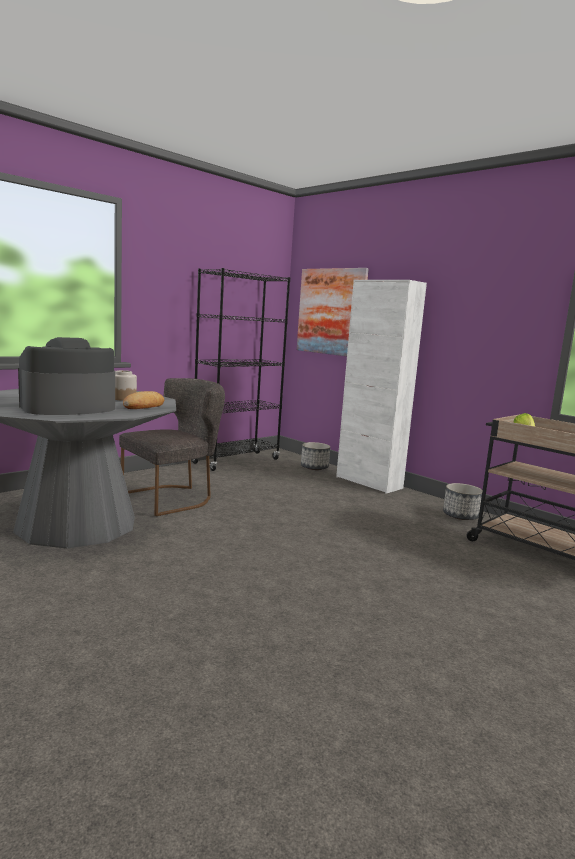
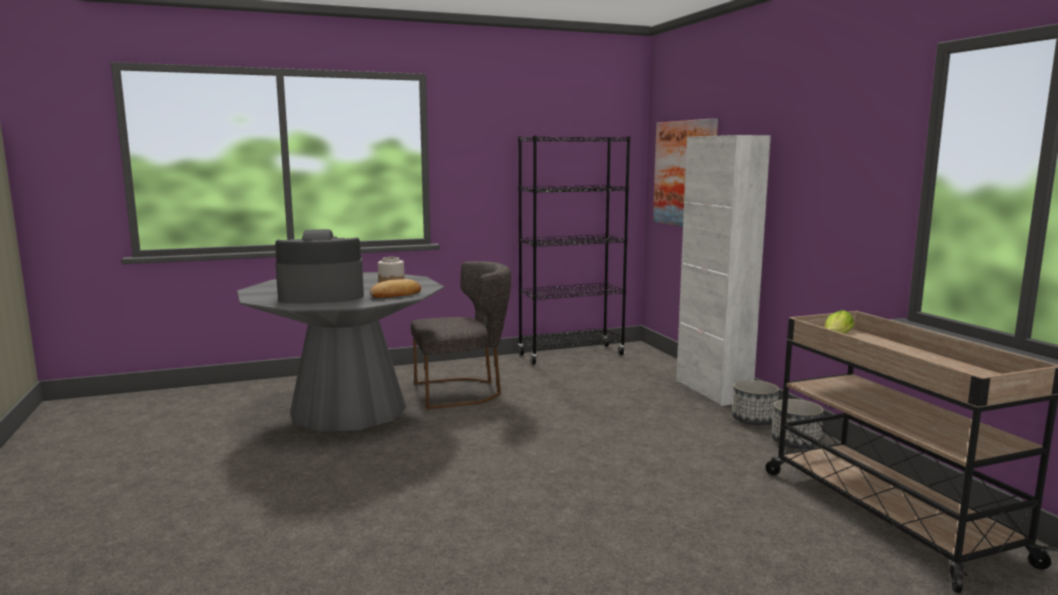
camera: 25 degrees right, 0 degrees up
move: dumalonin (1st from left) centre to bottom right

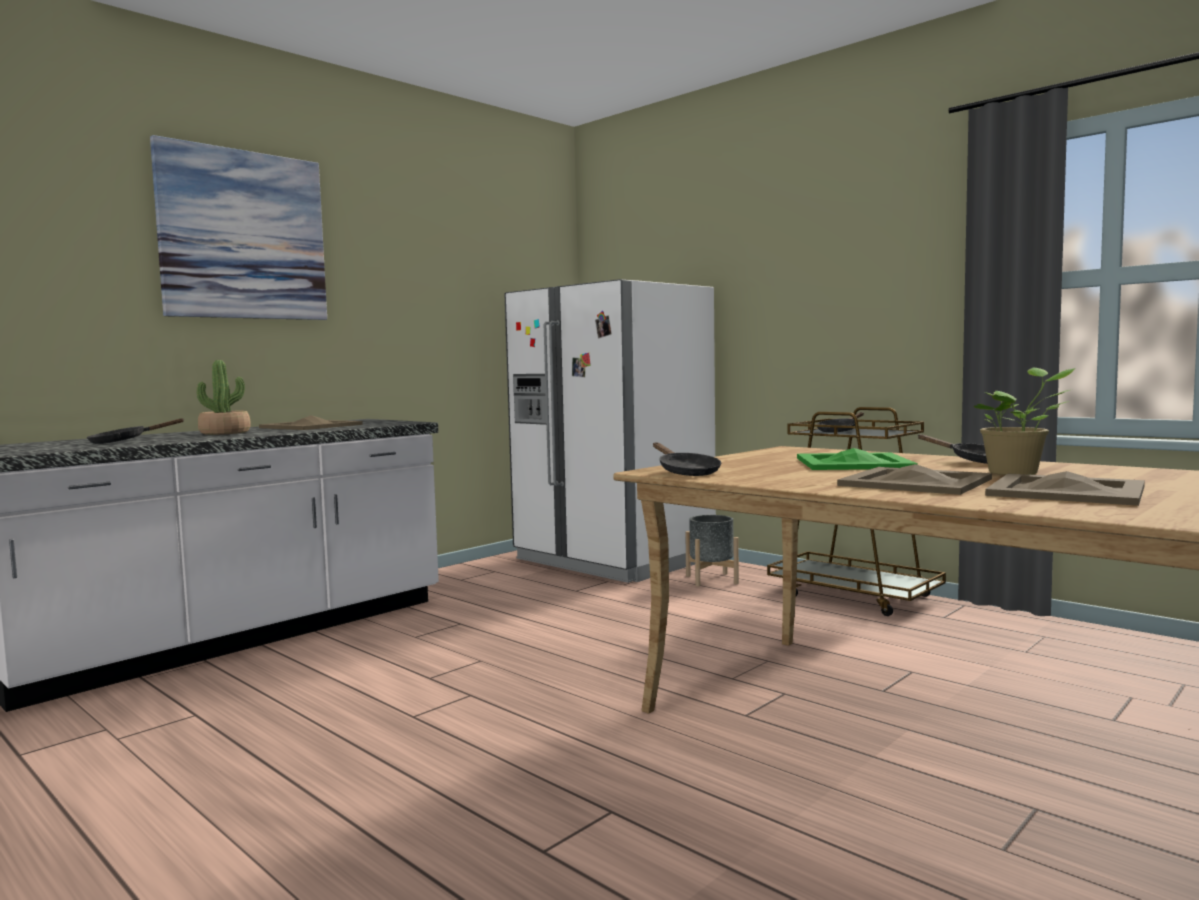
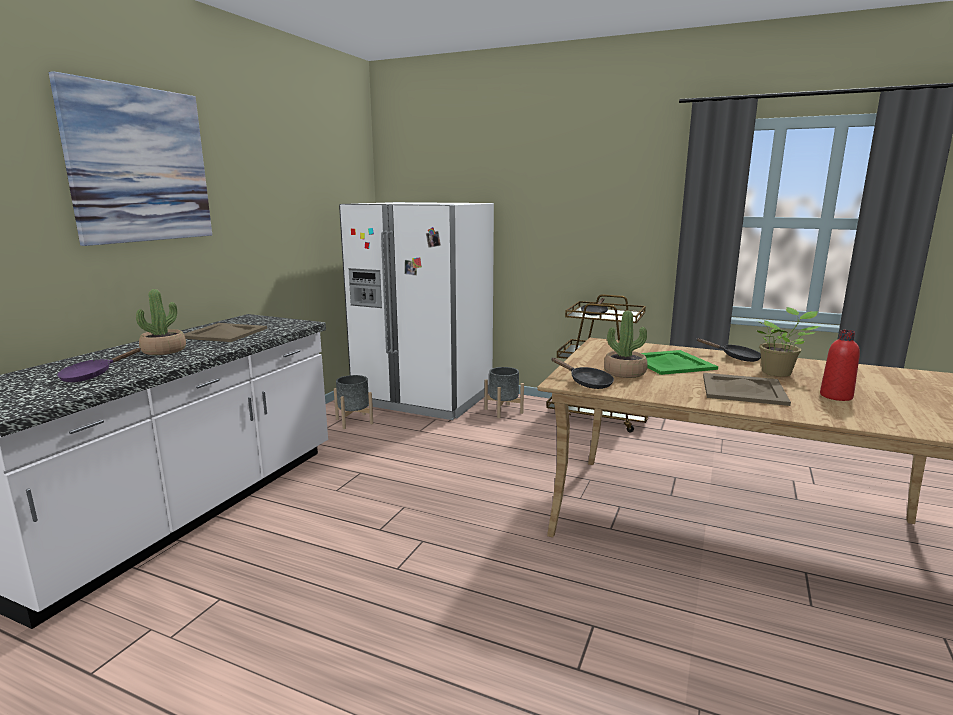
camera: 20 degrees left, 10 degrees up
insert: grey_dumalonin (1st from left) centre; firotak (2nd from left) centre
replace: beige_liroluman (3rd from left) middle right to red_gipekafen middle right
recolor: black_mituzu (1st from left) middle left to purple_mituzu middle left

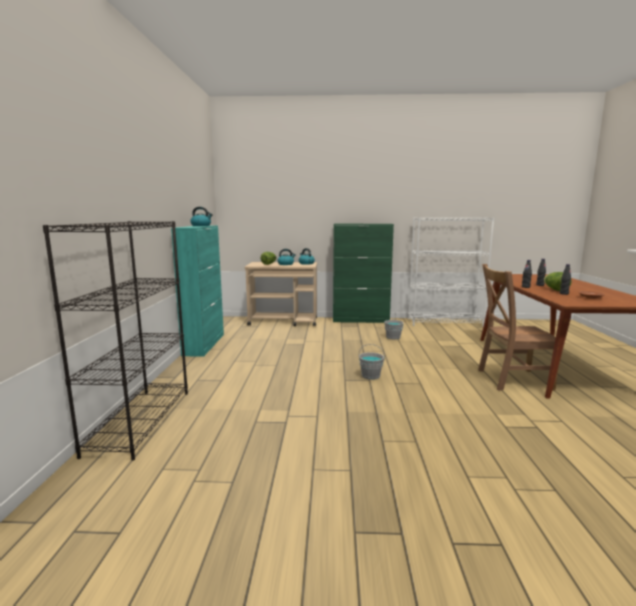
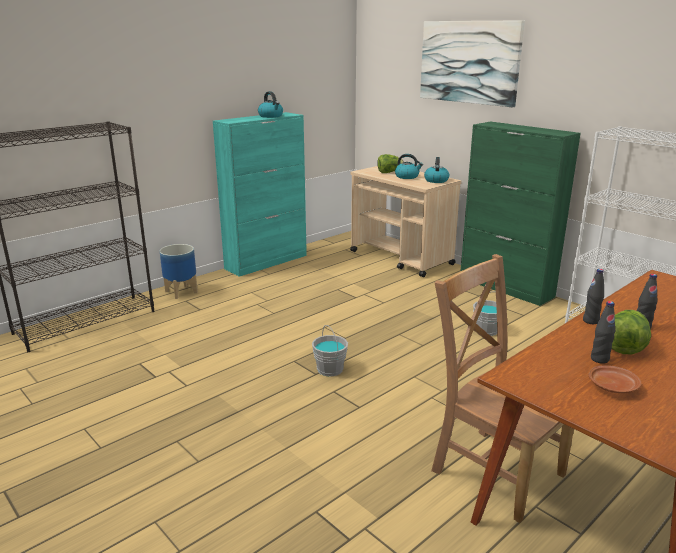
camera: 45 degrees right, 10 degrees up
insert: dumalonin middle left; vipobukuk top right

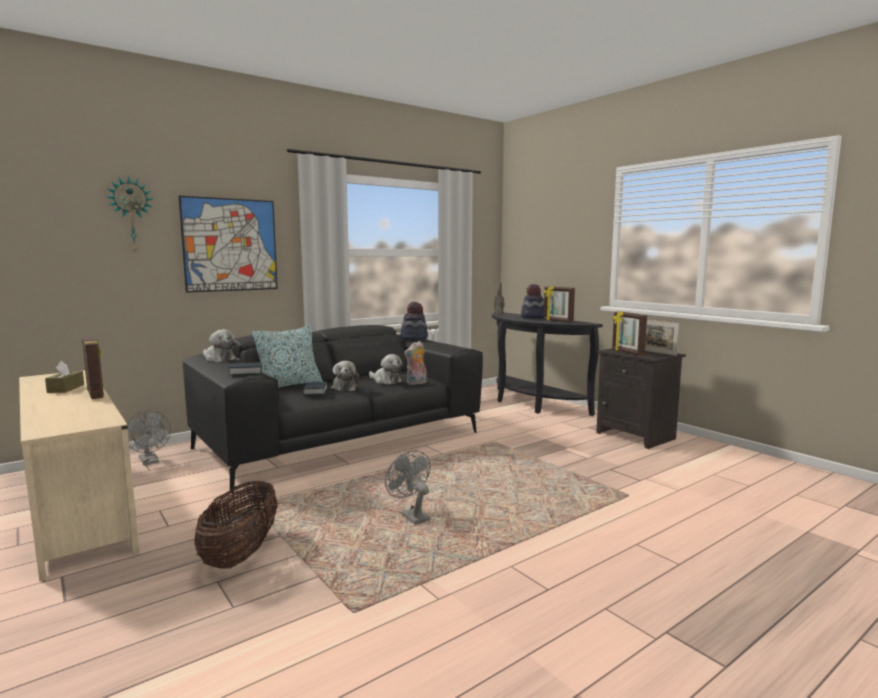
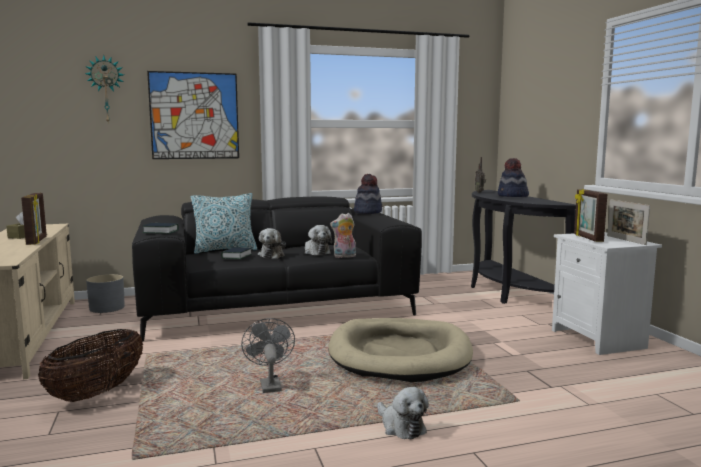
camera: 20 degrees right, 0 degrees up
delete: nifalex (2nd from left) centre
insert: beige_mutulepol bottom centre
move: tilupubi (1st from left in the first image) middle left to tilupubi (4th from left) bottom centre
replace: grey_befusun (1st from left) middle left to grey_dumalonin middle left
recolor: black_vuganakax middle right to white_vuganakax middle right

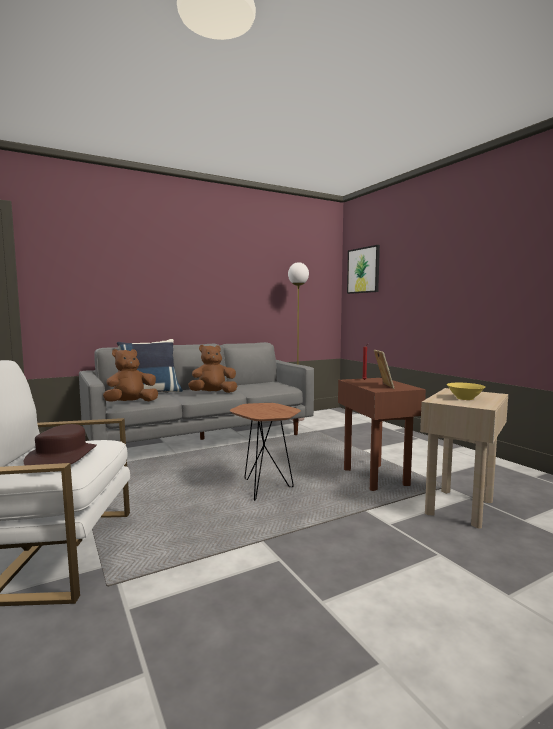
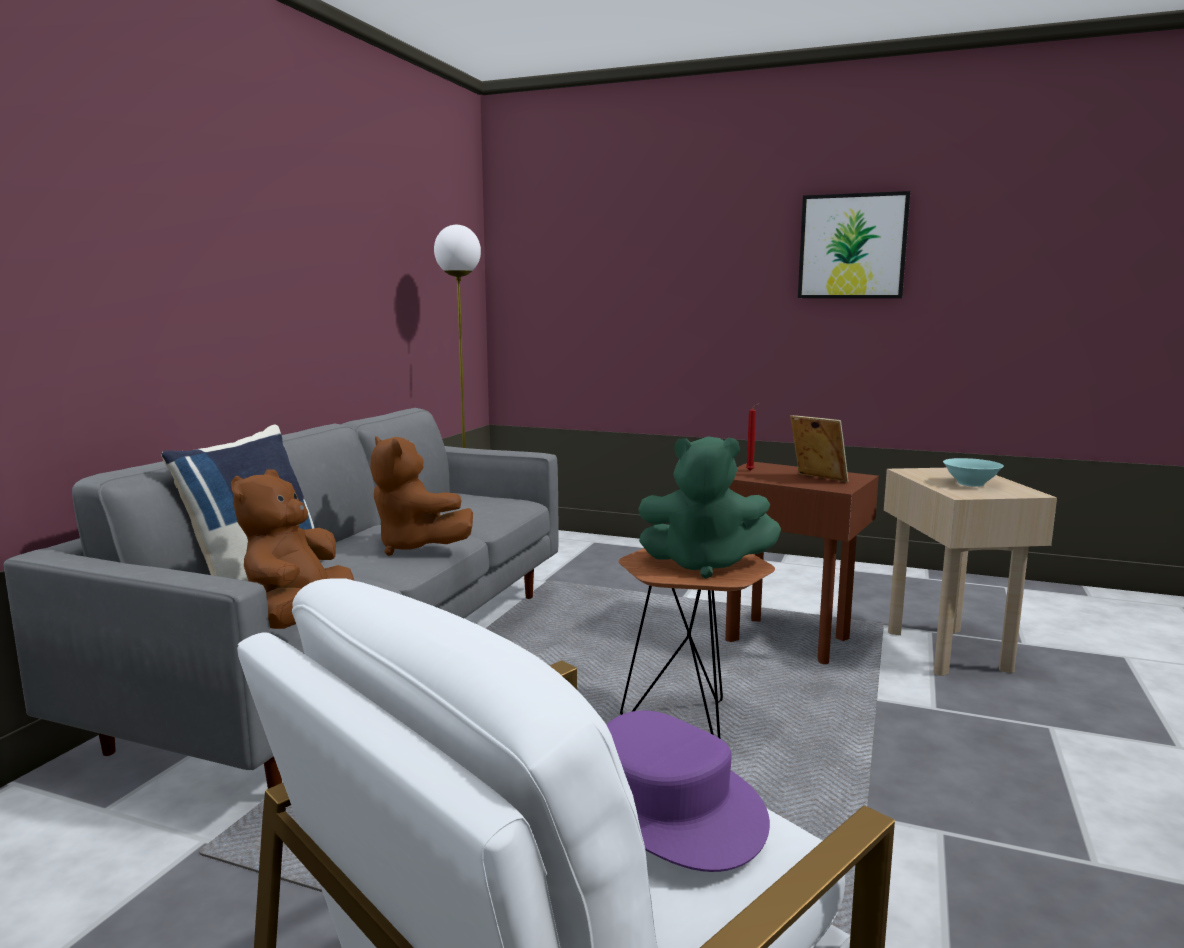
camera: 40 degrees left, 5 degrees up
insert: green_tilupubi centre
move: vipobukuk centre to top right
recolor: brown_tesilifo middle left to purple_tesilifo bottom centre; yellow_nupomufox middle right to turquoise_nupomufox middle right
rotate: brown_tilupubi (2nd from left) centre = centre 75 degrees counterclockwise

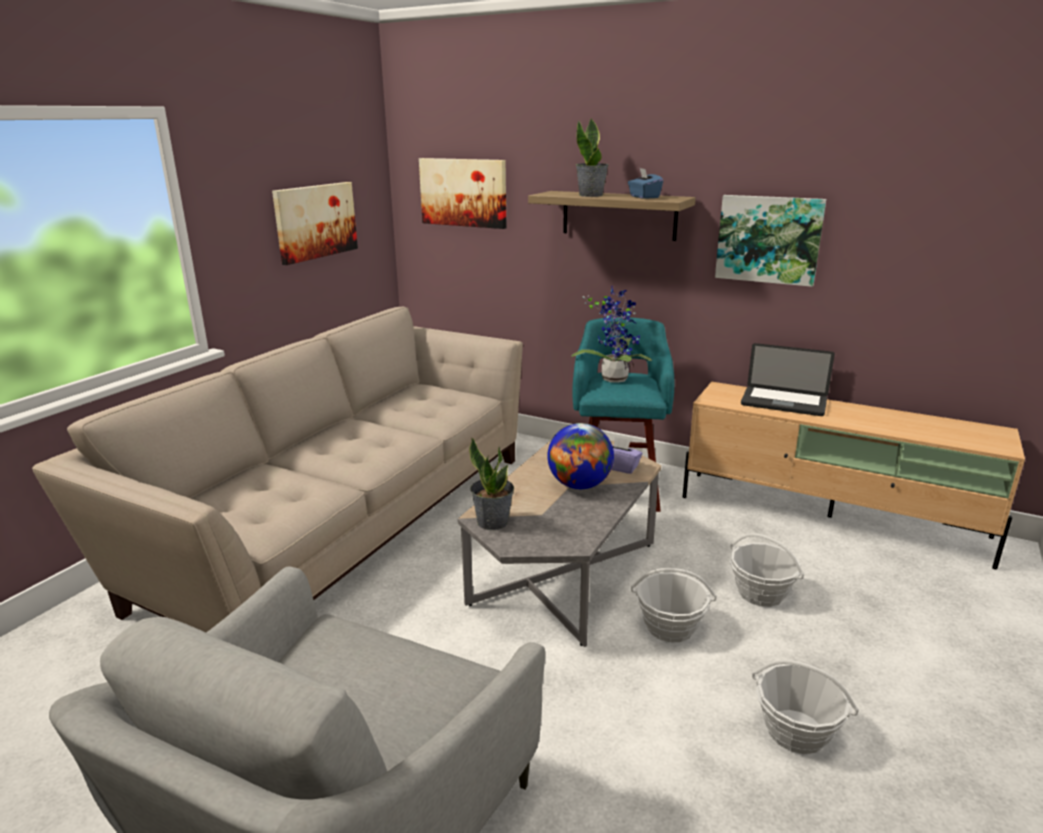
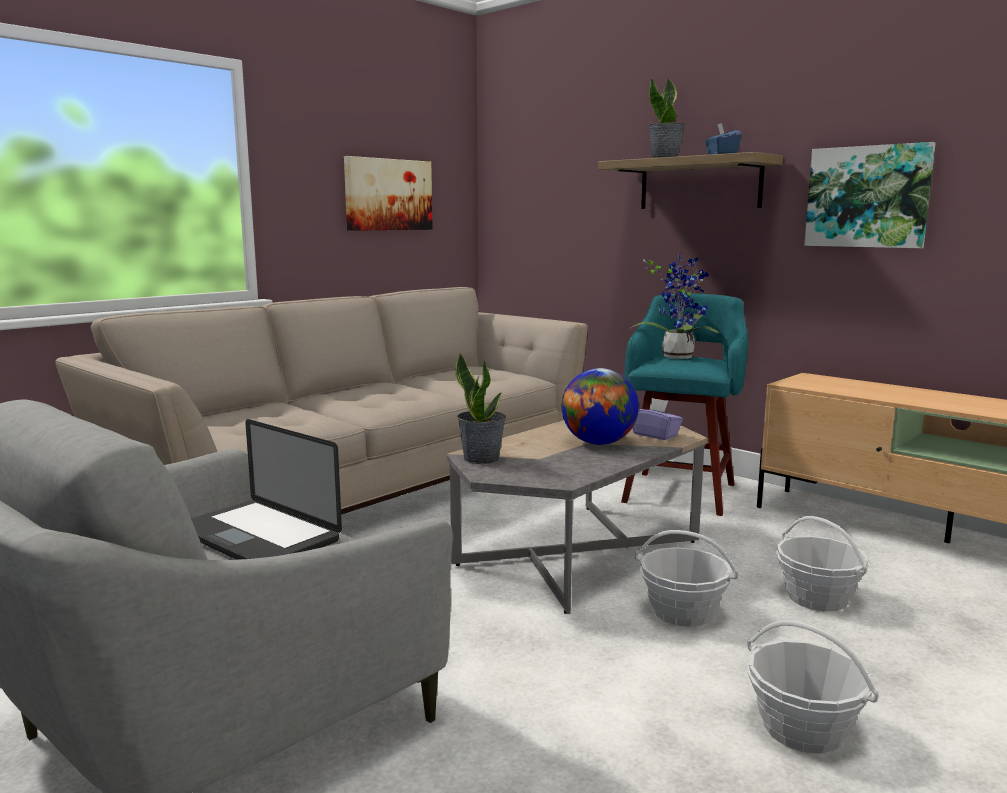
camera: 15 degrees right, 10 degrees down
delete: vipobukuk (2nd from left) top centre
move: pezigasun middle right to middle left

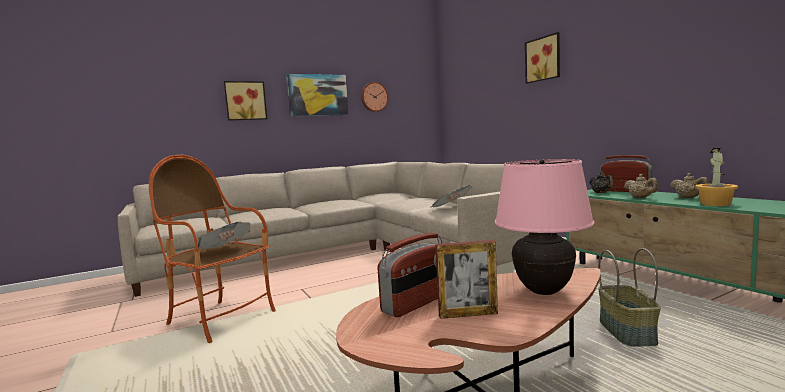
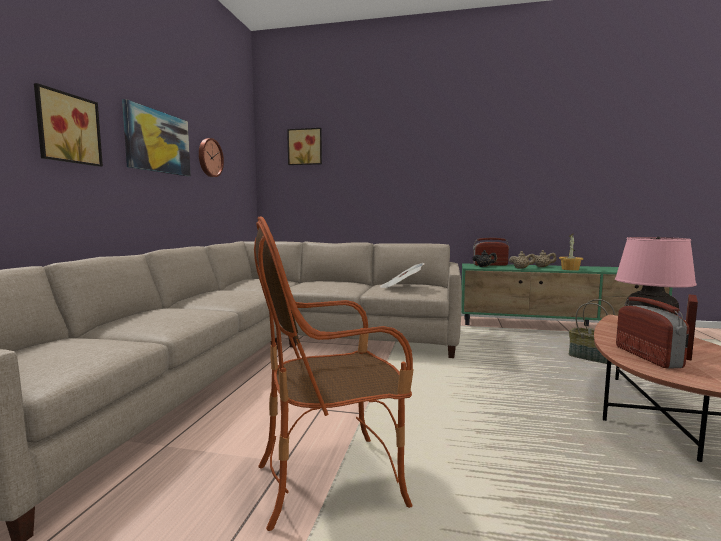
camera: 50 degrees left, 0 degrees up
delete: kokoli (1st from left) middle left
move: vipobukuk (3rd from left) top right to top centre

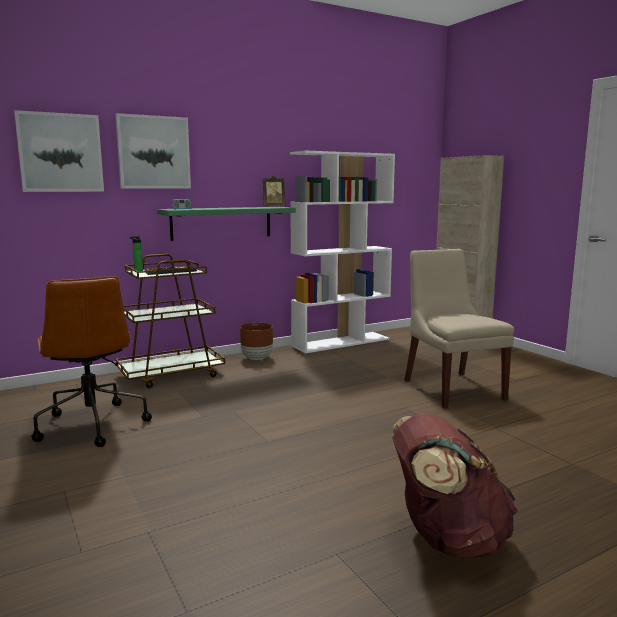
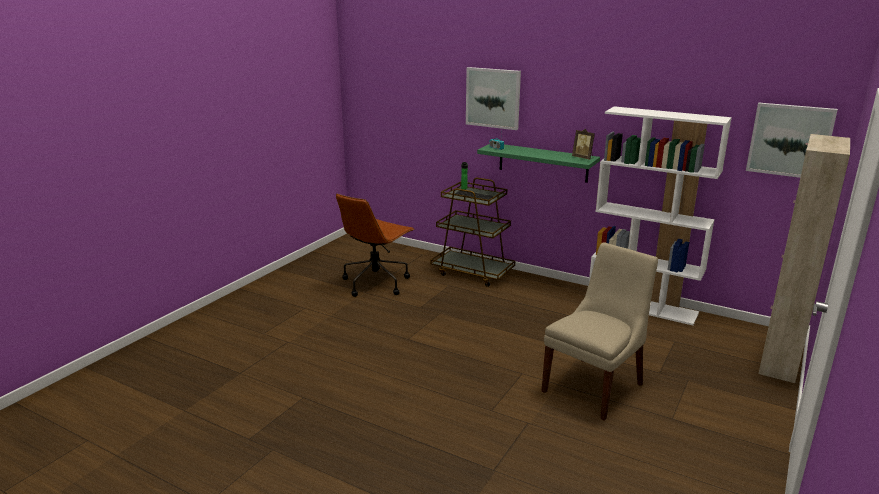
camera: 60 degrees right, 10 degrees up
delete: brown_dumalonin centre; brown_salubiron bottom right
move: vipobukuk (1st from left in the first image) top left to vipobukuk (2nd from left) top right

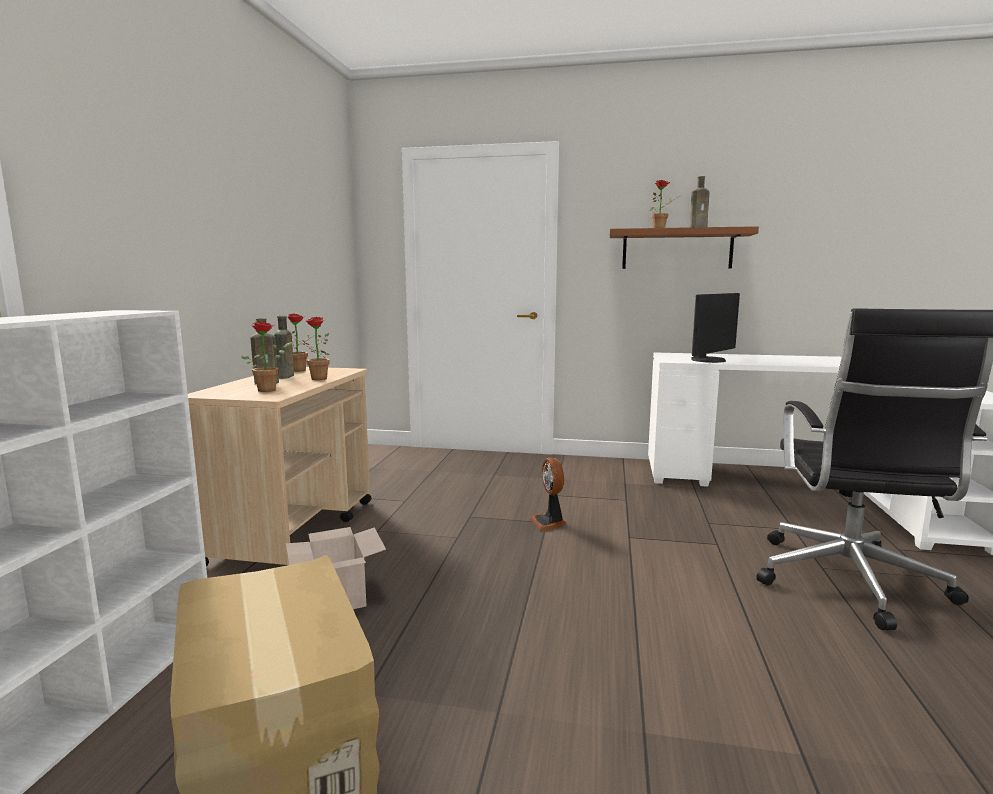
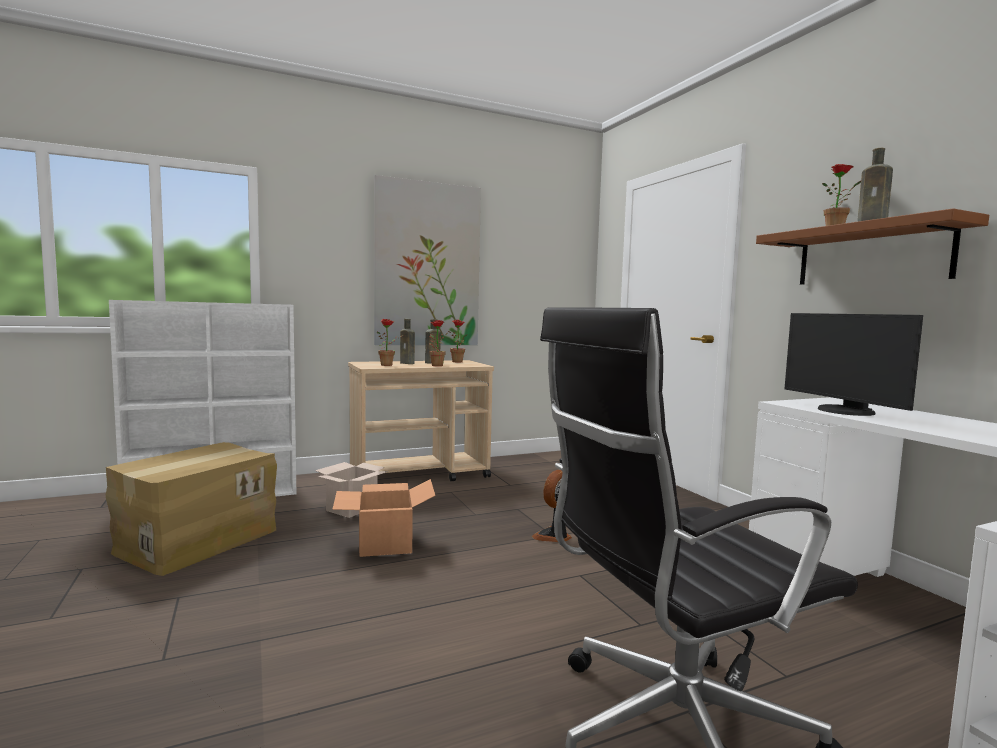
camera: 55 degrees right, 5 degrees down
insert: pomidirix (3rd from left) bottom centre; vipobukuk centre
rotate: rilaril middle right = middle right 60 degrees clockwise

